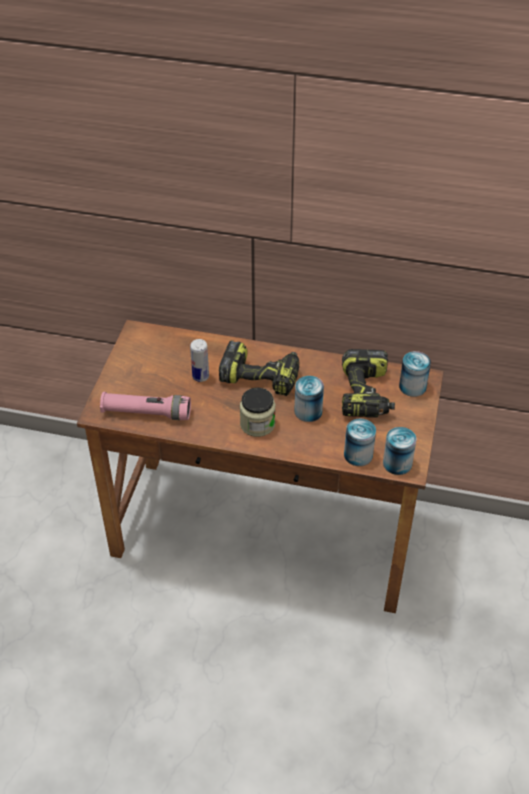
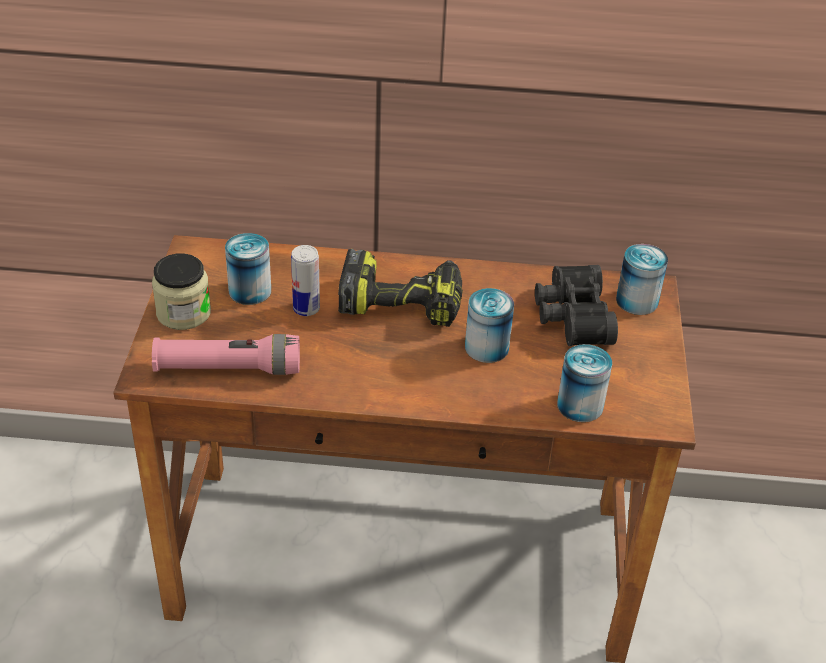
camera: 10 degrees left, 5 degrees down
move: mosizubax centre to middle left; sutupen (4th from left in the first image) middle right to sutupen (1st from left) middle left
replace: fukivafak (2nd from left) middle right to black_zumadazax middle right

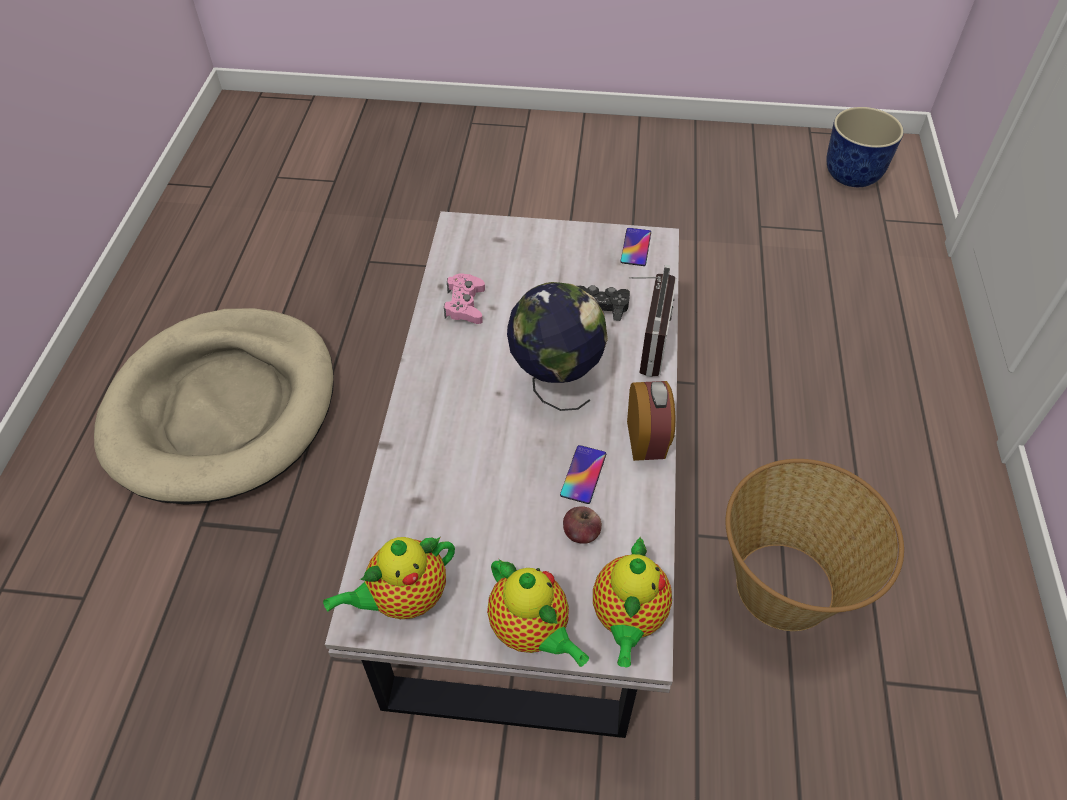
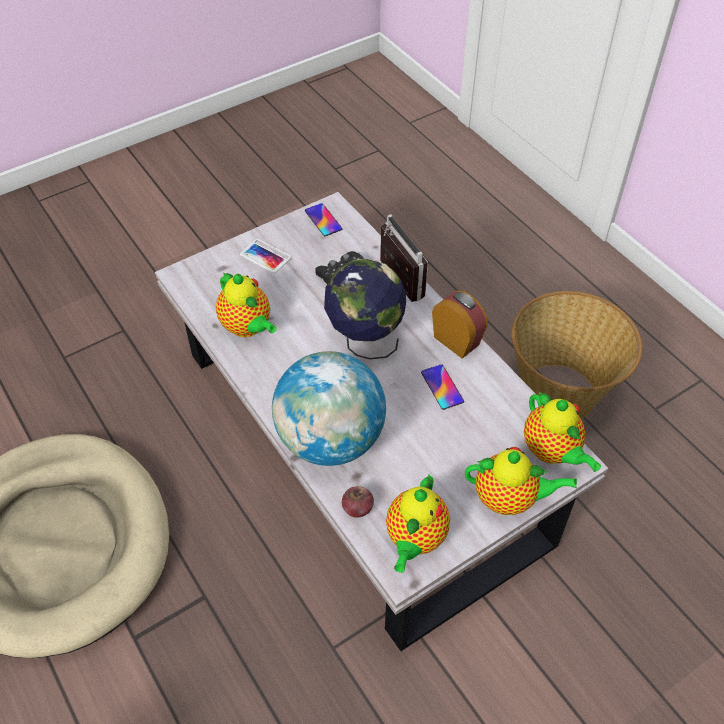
camera: 40 degrees left, 0 degrees up
delete: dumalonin top right
insert: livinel (1st from left) centre; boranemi (1st from left) centre
move: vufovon centre to bottom centre
replace: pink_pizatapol centre to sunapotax (1st from left) centre

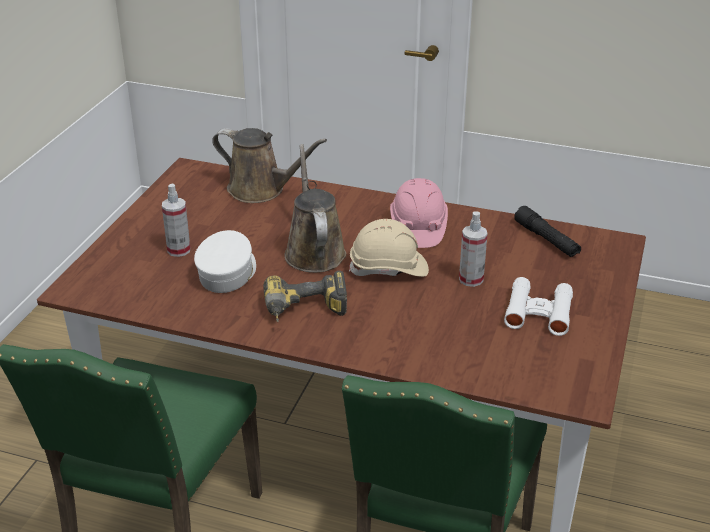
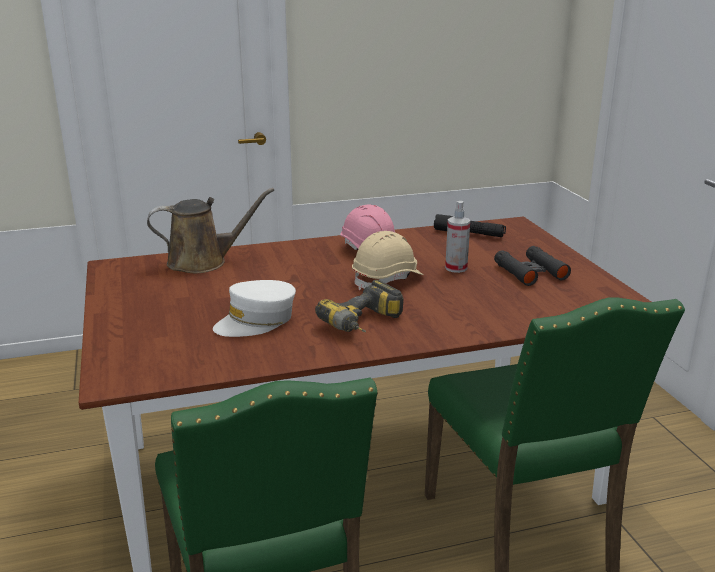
camera: 35 degrees left, 10 degrees down
delete: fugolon (1st from left) middle left; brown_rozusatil (2nd from left) centre
recolor: white_zumadazax middle right to black_zumadazax middle right
rotate: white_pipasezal middle left = centre 105 degrees counterclockwise

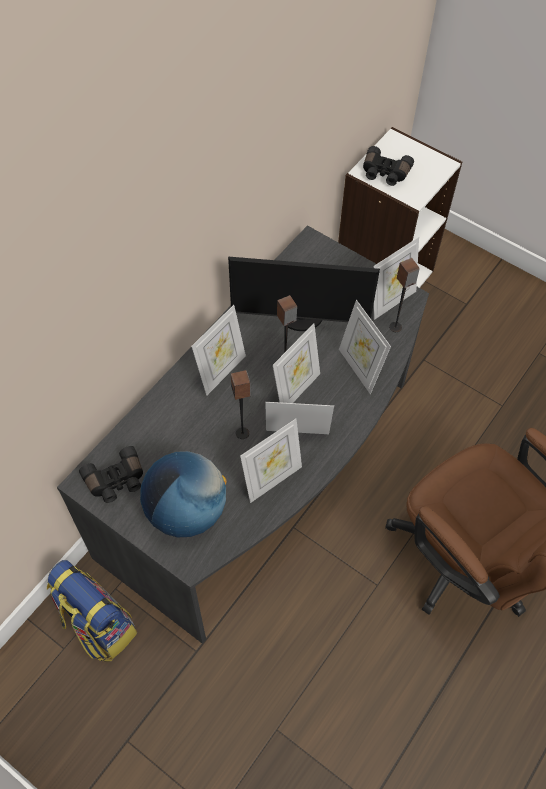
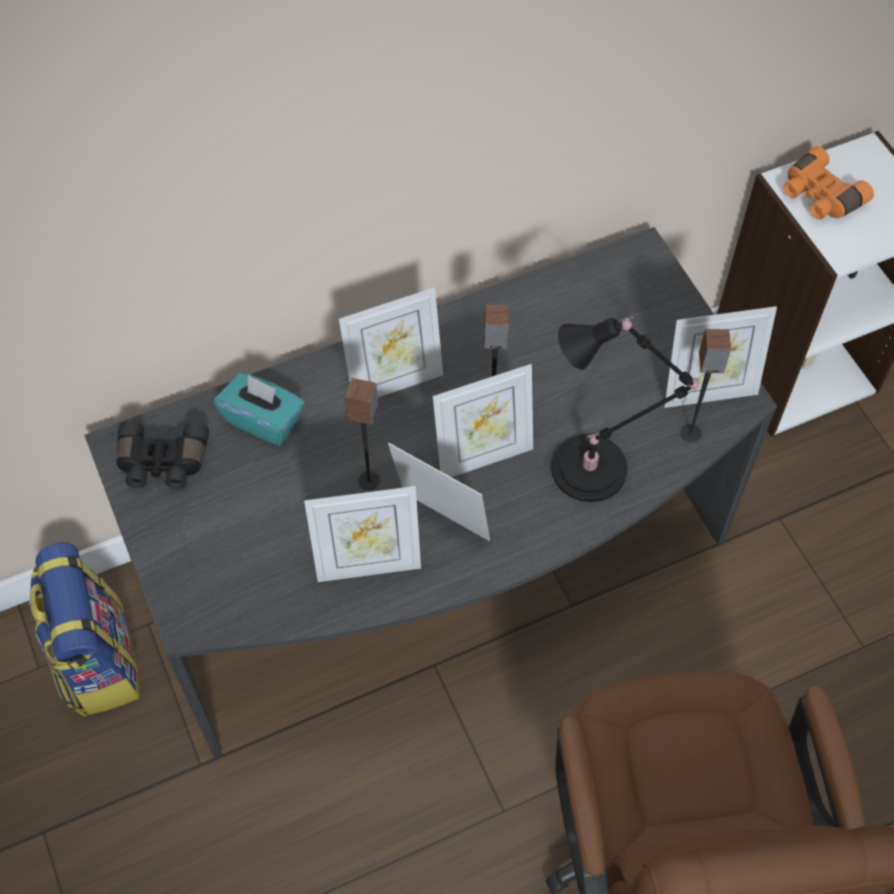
camera: 30 degrees right, 0 degrees up
delete: boranemi centre; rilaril centre
insert: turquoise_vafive middle left
replace: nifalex (5th from left) middle right to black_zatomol middle right
recolor: black_zumadazax (2nd from left) top right to orange_zumadazax top right

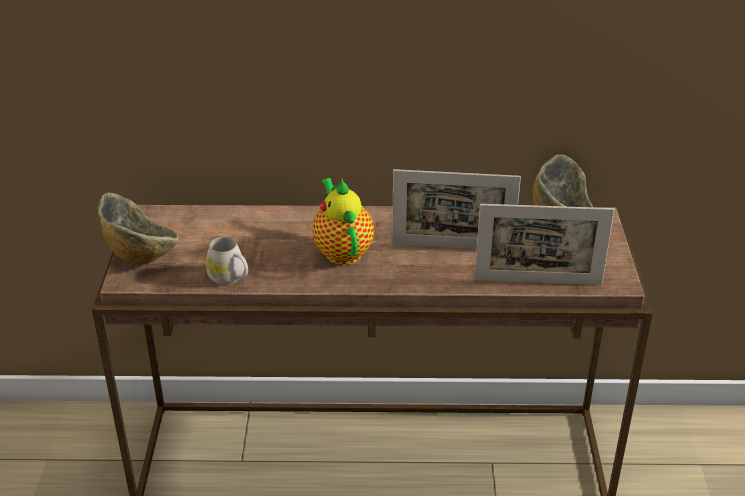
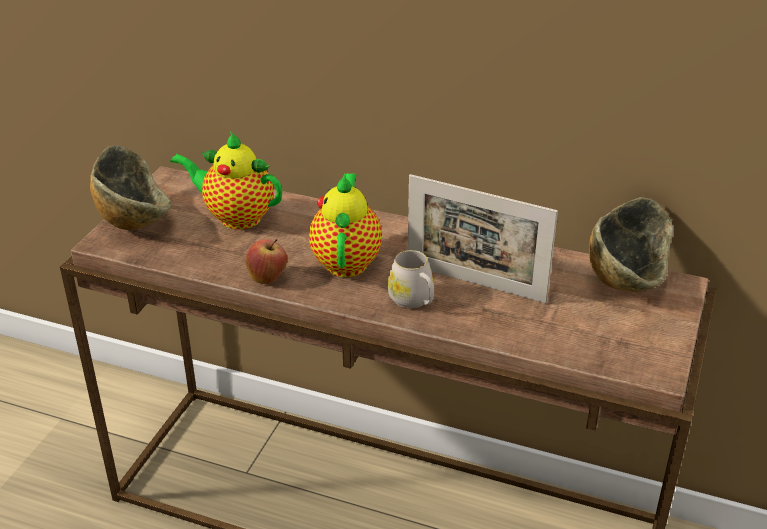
camera: 20 degrees right, 0 degrees up
delete: nifalex (2nd from left) middle right
insert: sunapotax (1st from left) middle left; vufovon centre
move: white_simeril middle left to centre

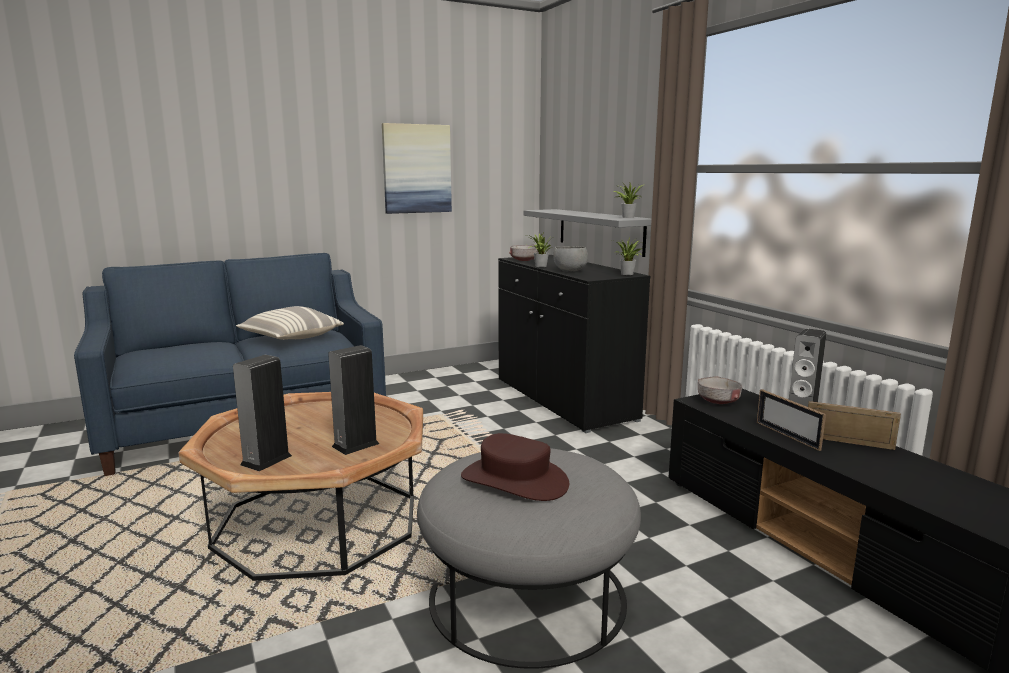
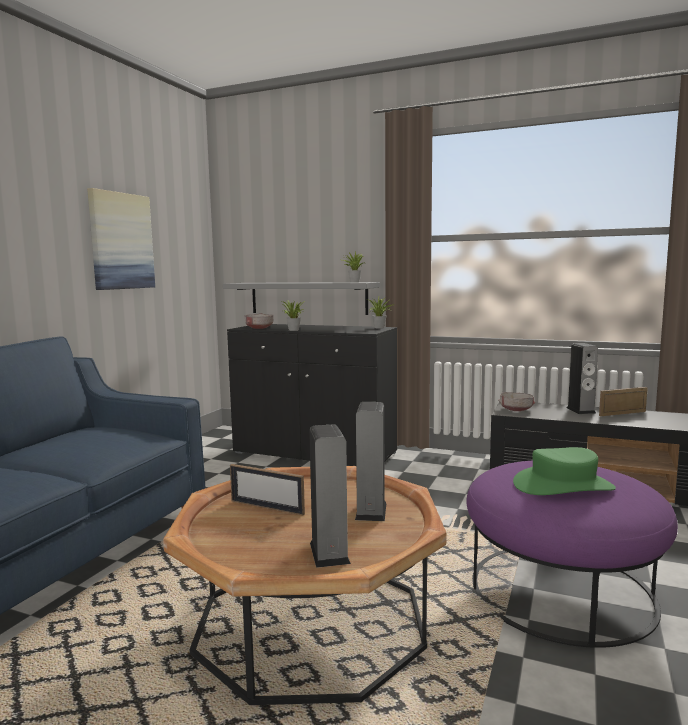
camera: 40 degrees left, 5 degrees down
delete: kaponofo middle left; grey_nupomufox (2nd from left) centre
move: nifalex (1st from left) middle right to bottom centre
recolor: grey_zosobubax bottom centre to purple_zosobubax bottom right; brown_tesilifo bottom centre to green_tesilifo middle right

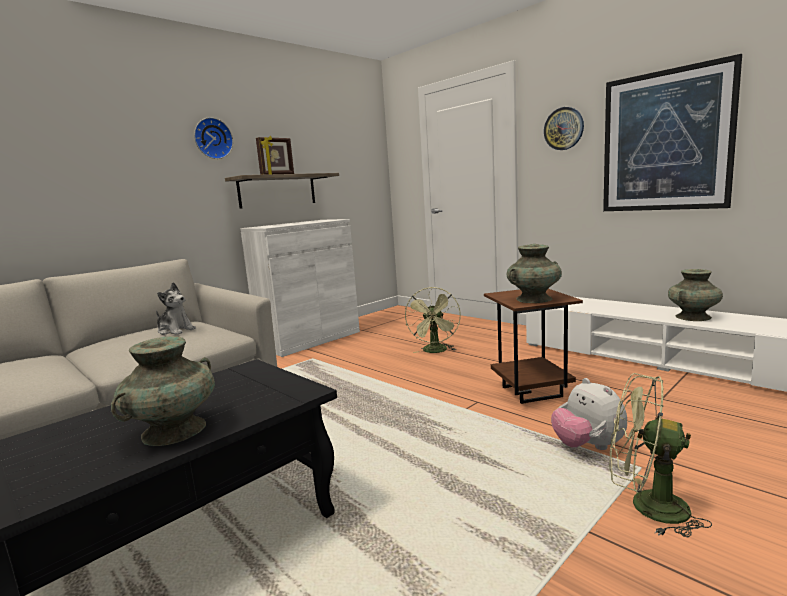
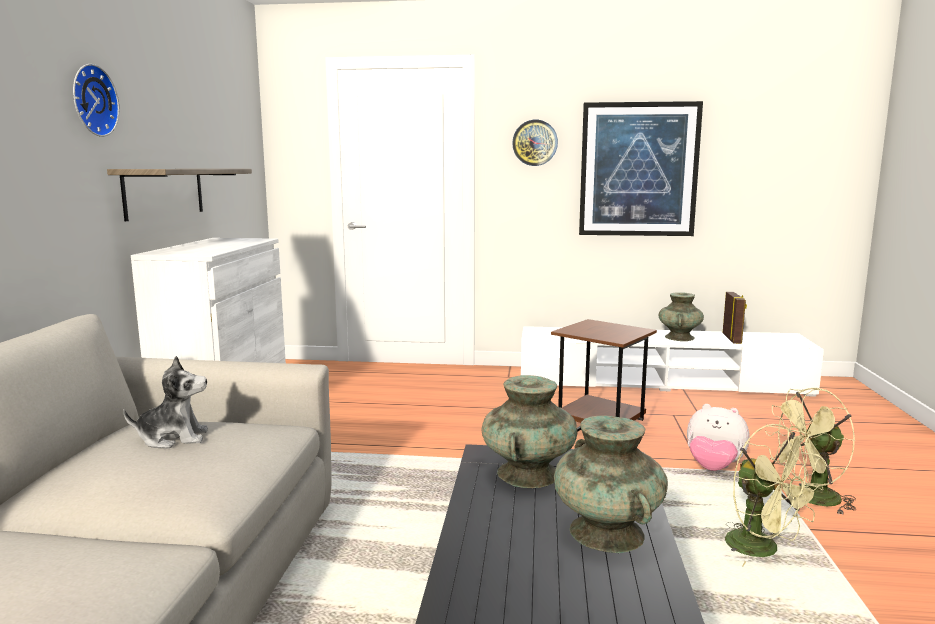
camera: 40 degrees left, 0 degrees up
move: nifalex top centre to middle right; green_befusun (1st from left) centre to bottom right; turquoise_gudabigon (2nd from left in the first image) middle right to turquoise_gudabigon (1st from left) bottom centre

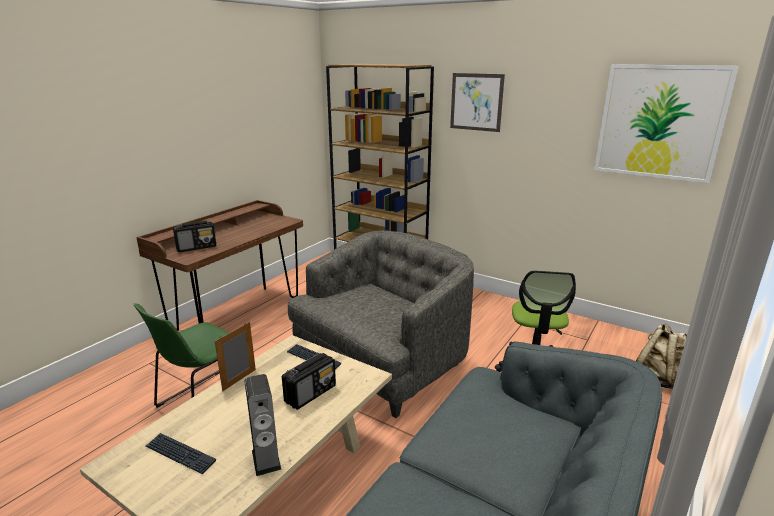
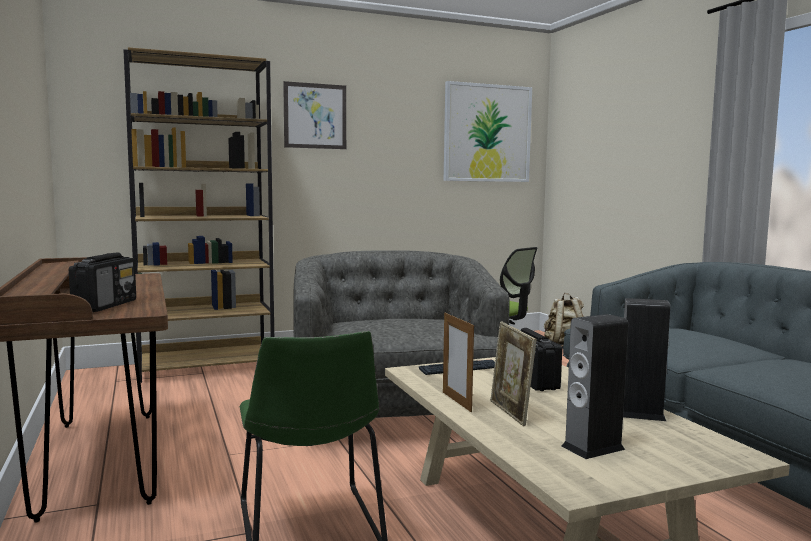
camera: 55 degrees left, 15 degrees down
insert: nifalex (2nd from left) bottom centre
replace: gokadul (1st from left) bottom left to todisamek (1st from left) bottom right

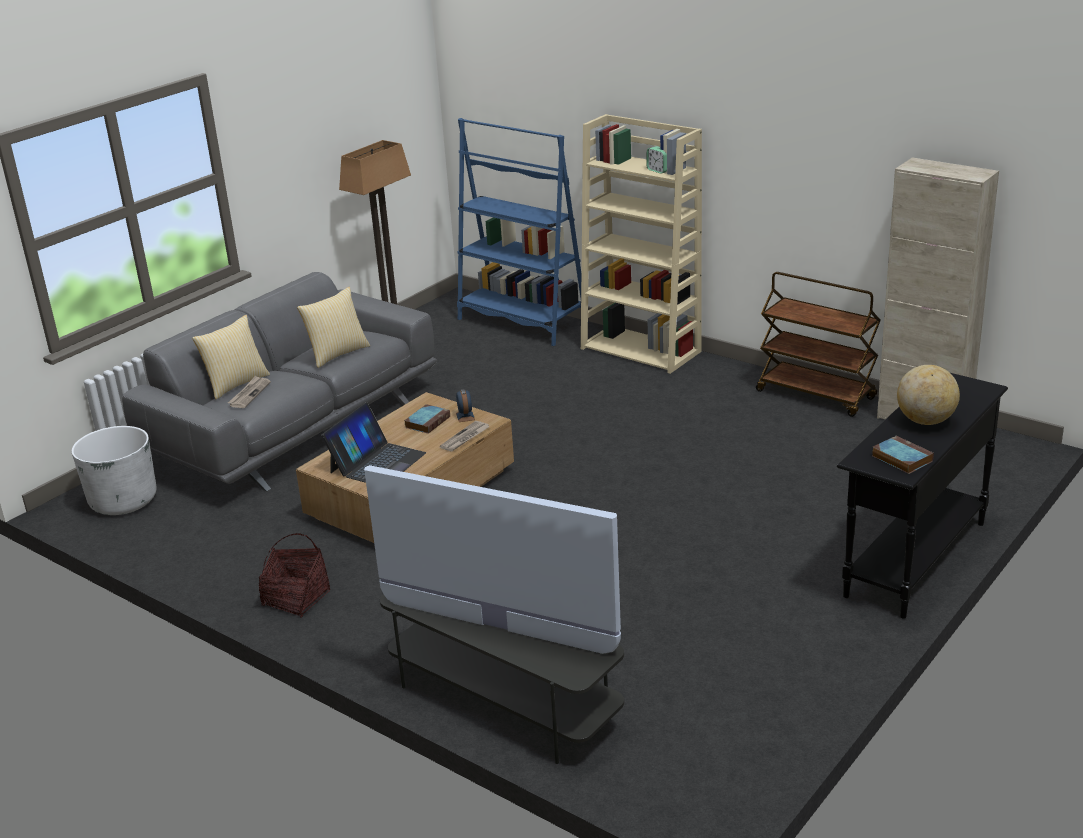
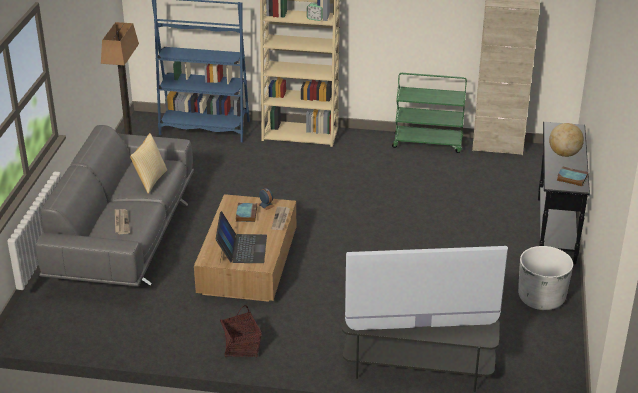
camera: 30 degrees left, 5 degrees up
delete: kaponofo (1st from left) middle left
move: white_dumalonin middle left to bottom right
recolor: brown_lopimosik middle right to green_lopimosik top right

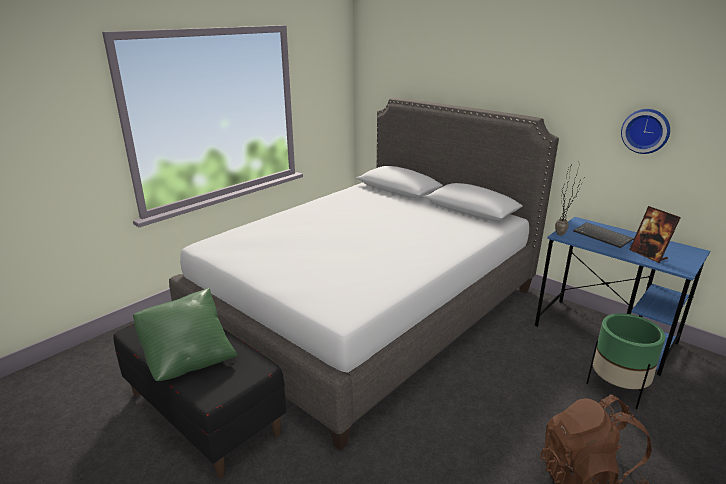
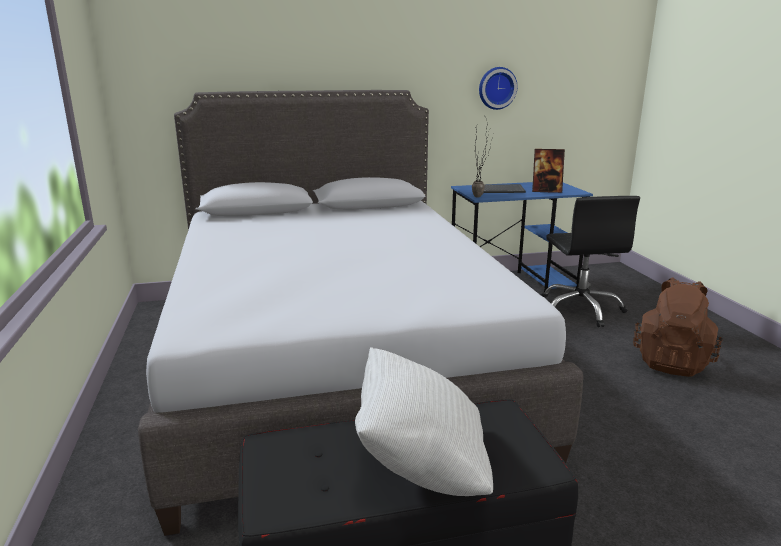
camera: 55 degrees left, 5 degrees down
replace: green_dumalonin bottom right to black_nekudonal middle right
recolor: green_kaponofo bottom left to white_kaponofo bottom centre

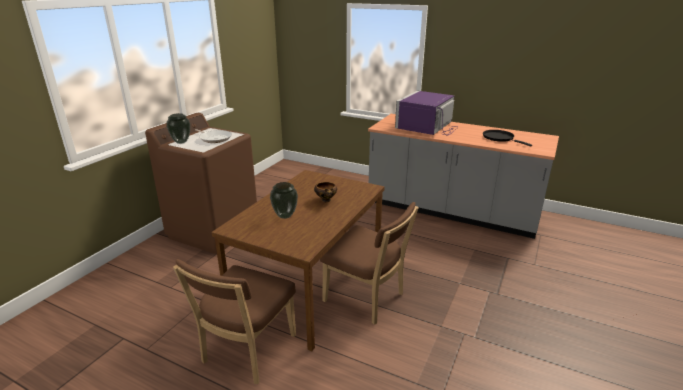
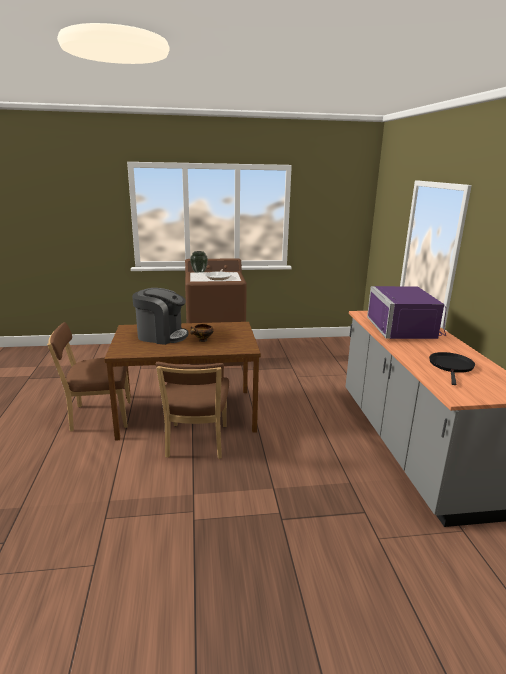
camera: 55 degrees right, 5 degrees down
replace: gudabigon (2nd from left) centre to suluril middle left
rotate: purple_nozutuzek top centre = middle right 90 degrees counterclockwise

